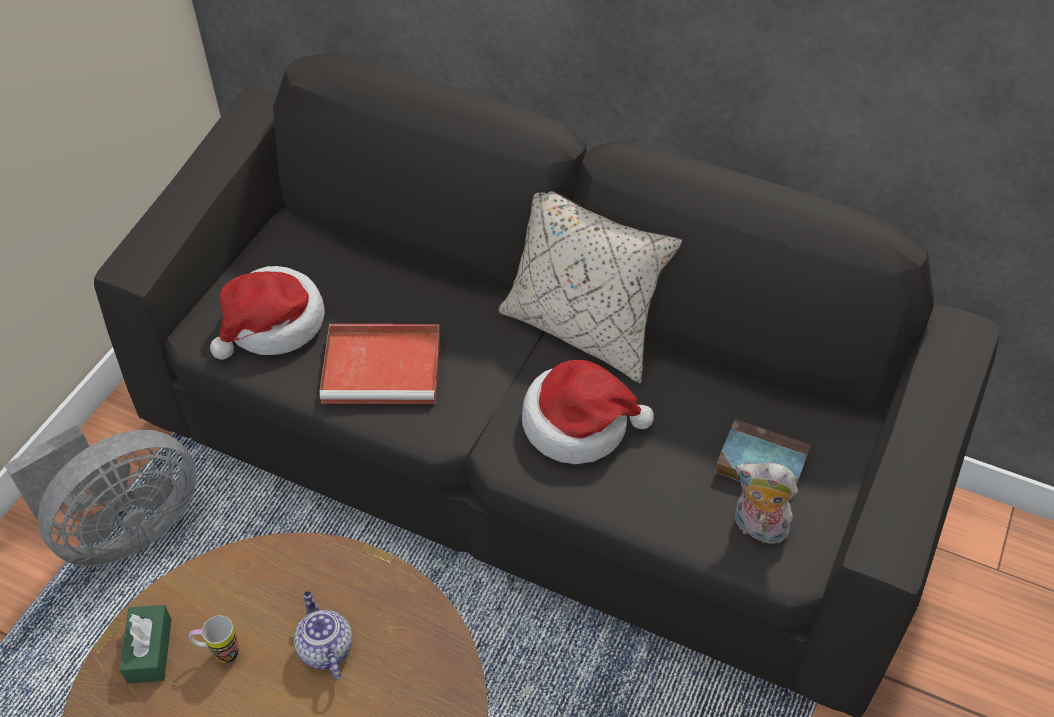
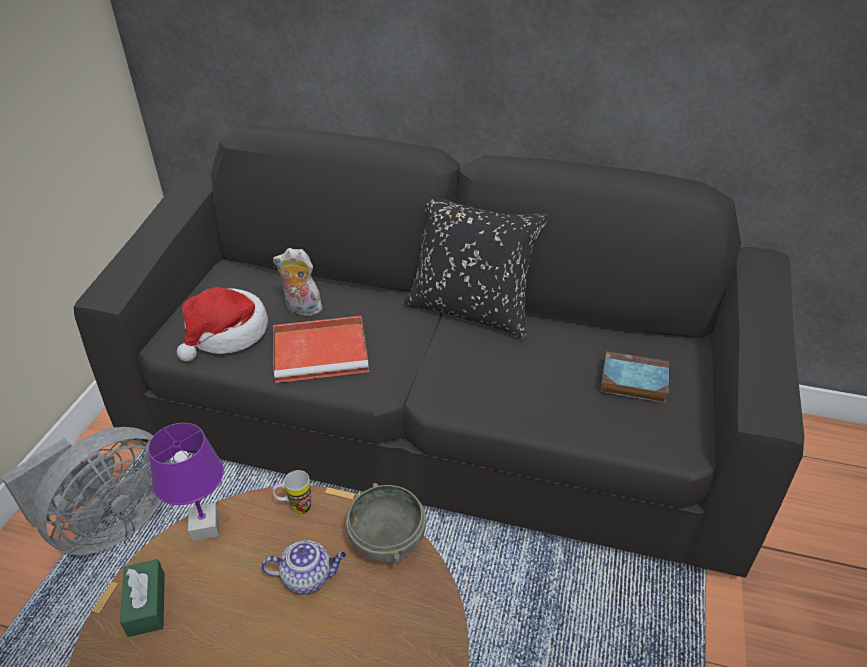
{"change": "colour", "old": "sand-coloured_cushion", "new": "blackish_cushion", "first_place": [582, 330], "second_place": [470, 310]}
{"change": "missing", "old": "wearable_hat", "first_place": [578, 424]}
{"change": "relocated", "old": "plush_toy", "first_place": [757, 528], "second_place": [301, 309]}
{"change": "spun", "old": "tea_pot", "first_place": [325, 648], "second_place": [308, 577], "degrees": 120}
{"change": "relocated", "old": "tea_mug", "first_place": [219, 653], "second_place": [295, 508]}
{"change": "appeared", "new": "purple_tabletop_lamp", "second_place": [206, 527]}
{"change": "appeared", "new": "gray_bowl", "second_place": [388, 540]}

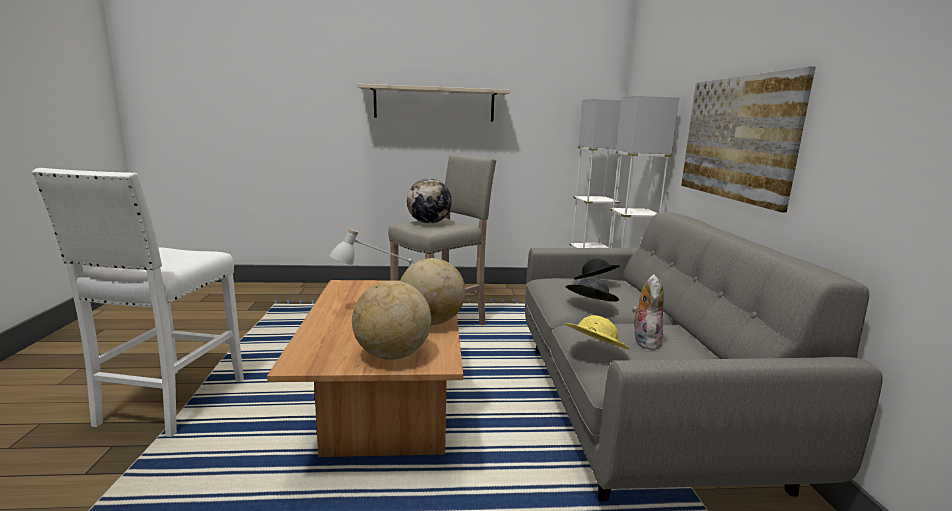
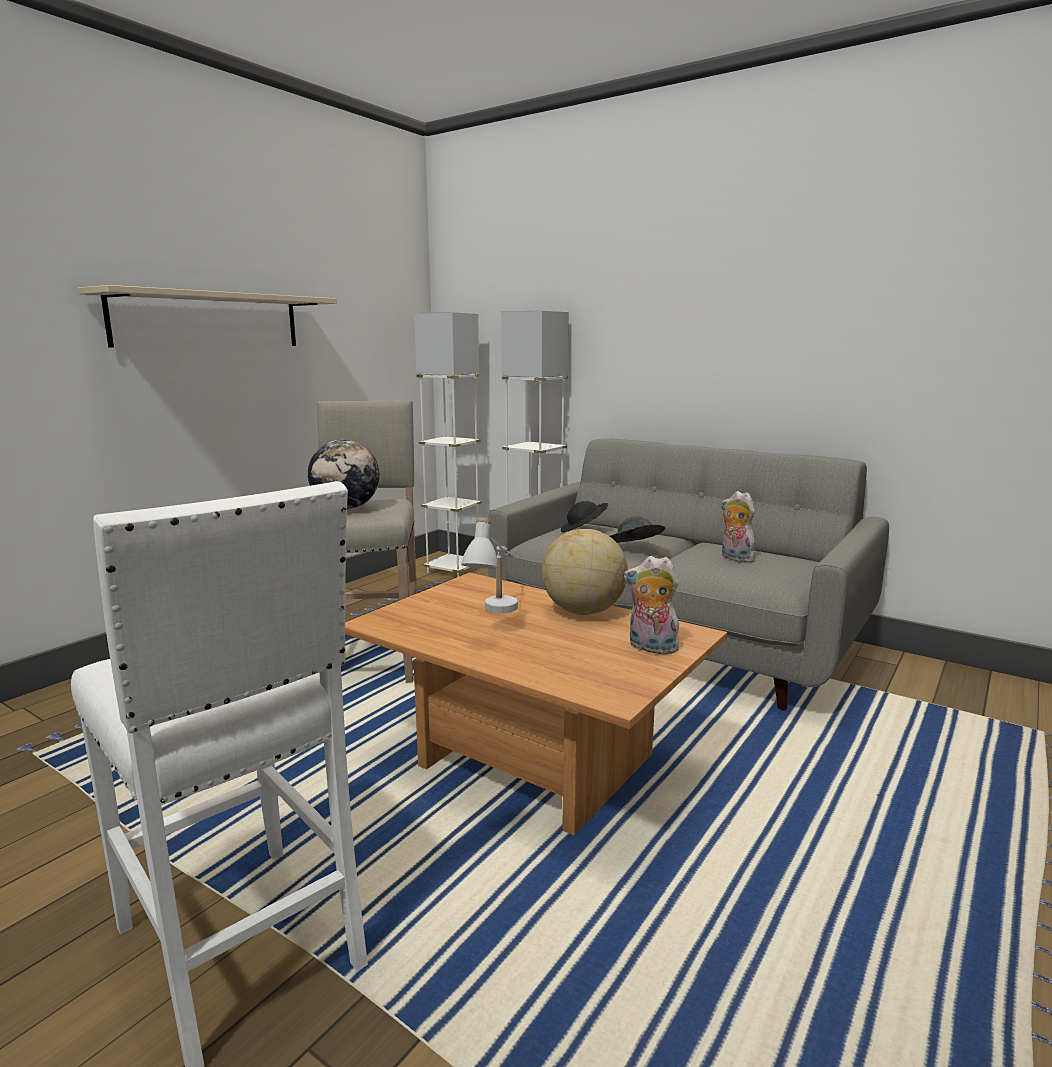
{"change": "missing", "old": "wall_art", "first_place": [737, 138]}
{"change": "exchanged", "old": "world_globe", "new": "plush_toy", "first_place": [392, 355], "second_place": [650, 648]}
{"change": "missing", "old": "yellow_wearable_hat", "first_place": [594, 350]}

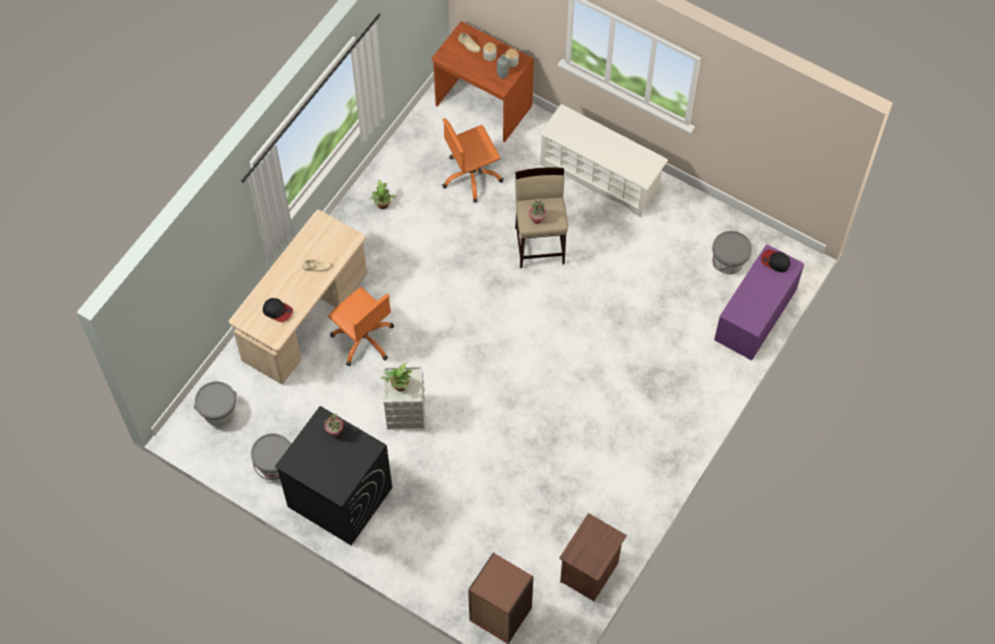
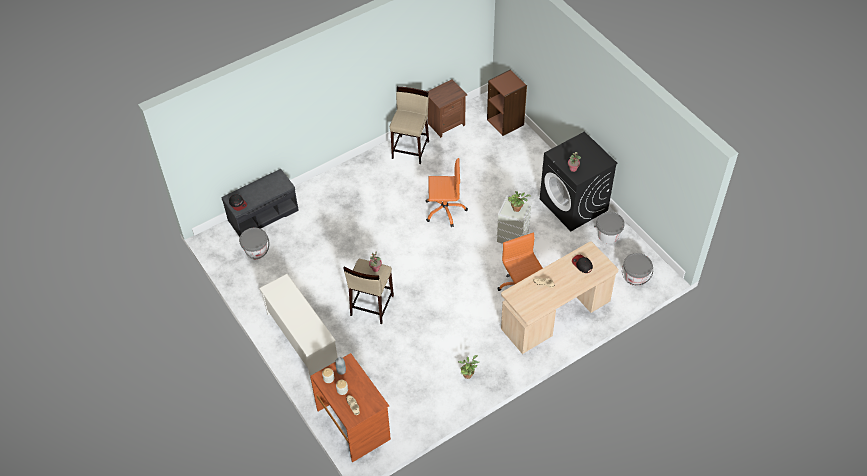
{"change": "relocated", "old": "orangey_office_chair", "first_place": [471, 176], "second_place": [445, 210]}
{"change": "colour", "old": "purple_long_seat", "new": "gray_long_seat", "first_place": [756, 316], "second_place": [263, 214]}
{"change": "appeared", "new": "sand-coloured_stool", "second_place": [411, 149]}

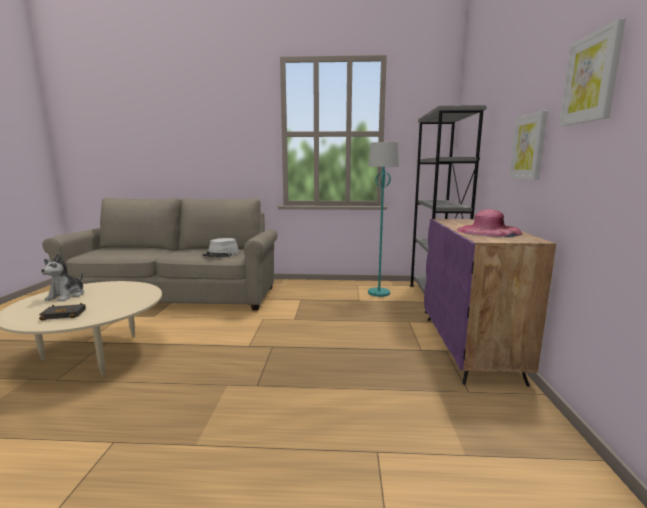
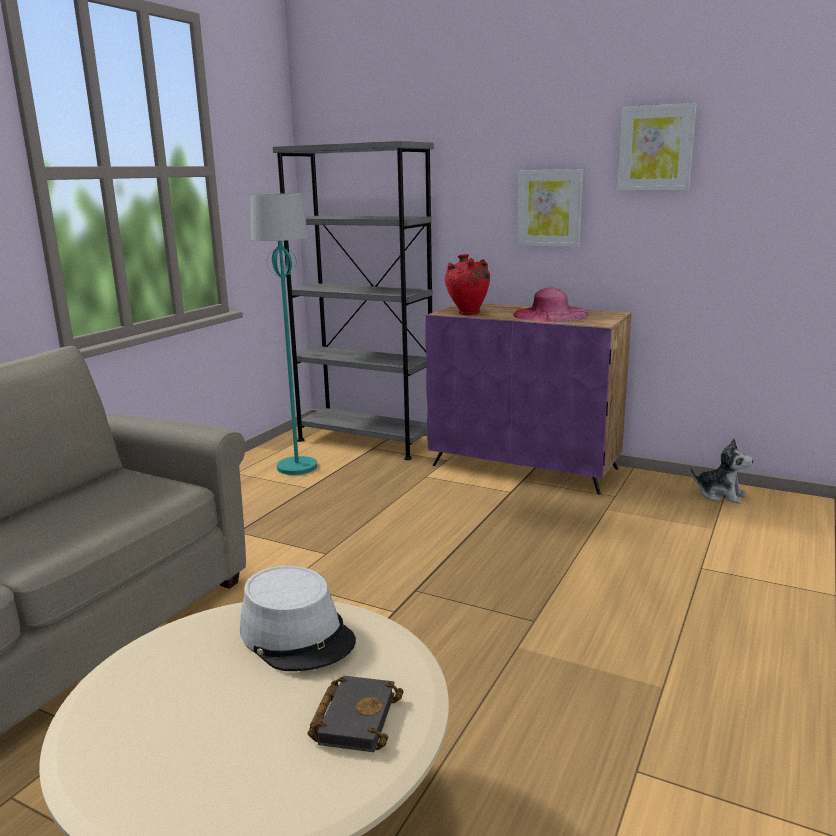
{"change": "relocated", "old": "gray_wearable_hat", "first_place": [221, 254], "second_place": [297, 635]}
{"change": "relocated", "old": "plush_toy", "first_place": [67, 296], "second_place": [720, 495]}
{"change": "appeared", "new": "red_flower_vase", "second_place": [467, 314]}

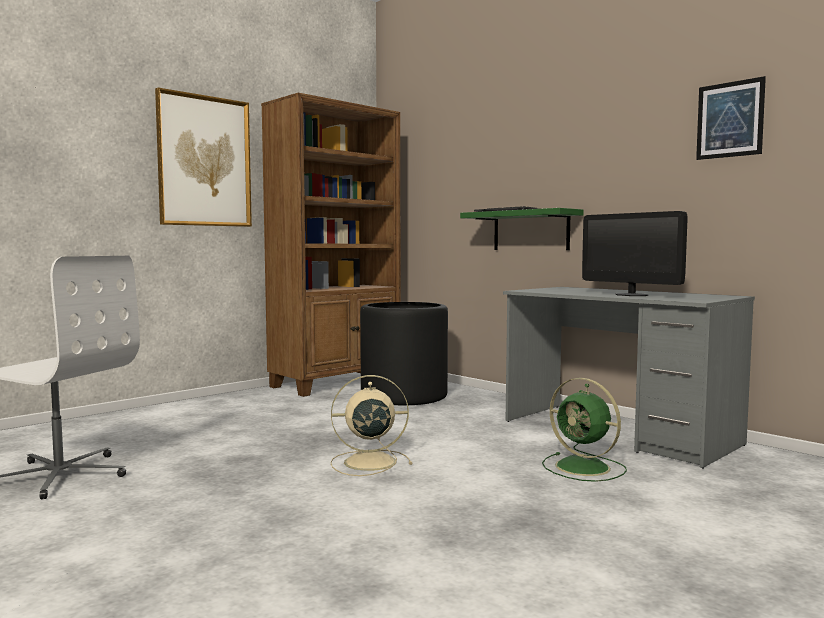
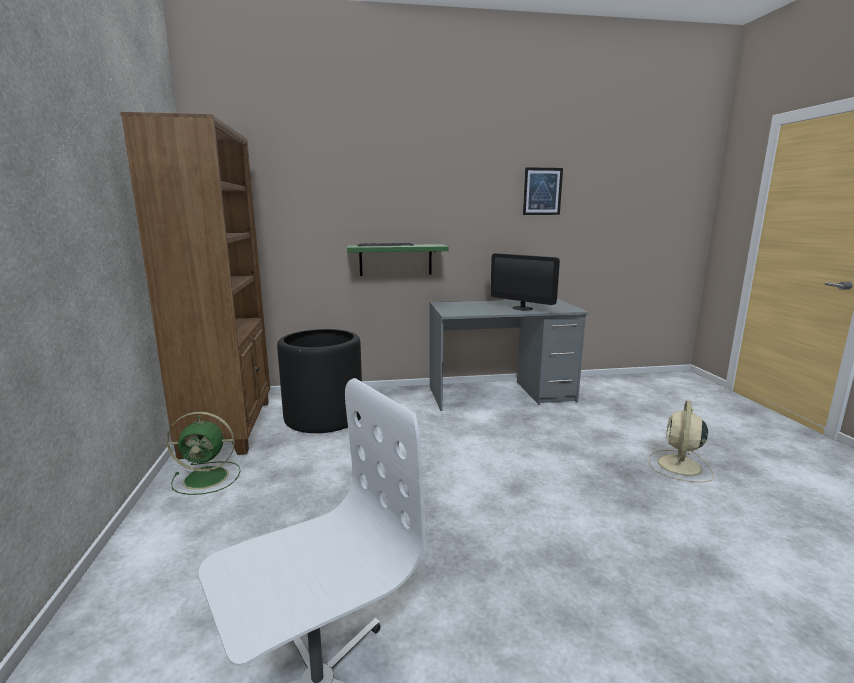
{"change": "missing", "old": "wall_art", "first_place": [204, 161]}
{"change": "spun", "old": "monitor", "first_place": [631, 295], "second_place": [522, 308], "degrees": 45}
{"change": "relocated", "old": "sand-coloured_electric_fan", "first_place": [367, 462], "second_place": [679, 466]}
{"change": "relocated", "old": "greenish_electric_fan", "first_place": [584, 468], "second_place": [208, 478]}

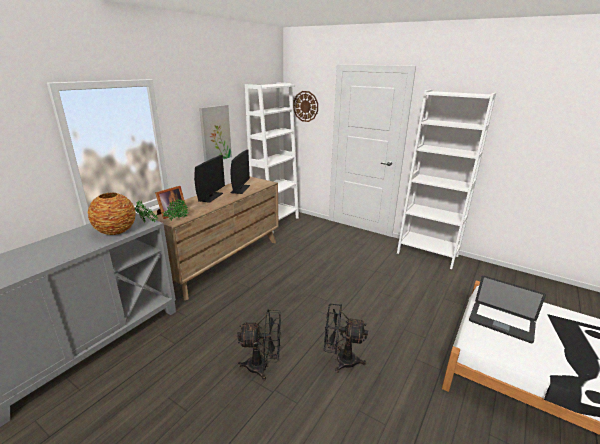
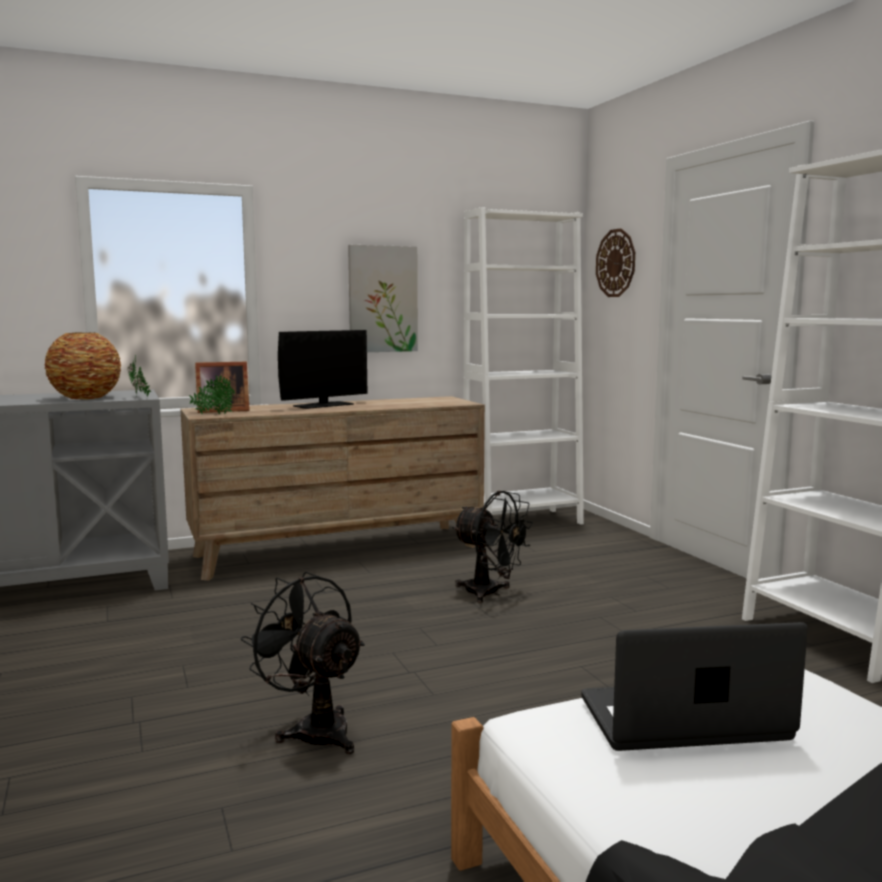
{"change": "missing", "old": "monitor", "first_place": [240, 189]}
{"change": "spun", "old": "laptop", "first_place": [501, 322], "second_place": [683, 719], "degrees": 105}
{"change": "relocated", "old": "blackish_electric_fan", "first_place": [263, 366], "second_place": [490, 593]}

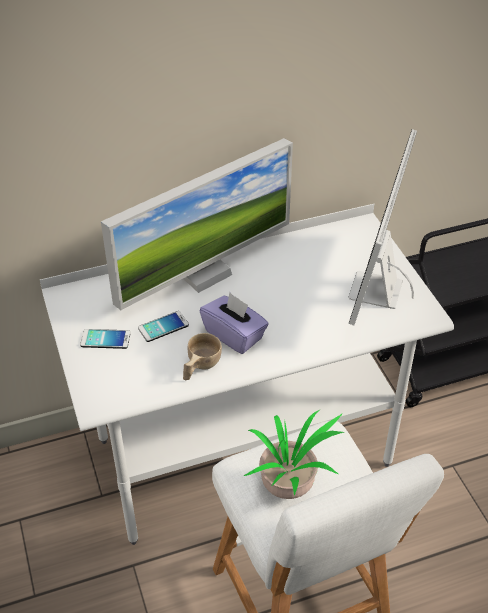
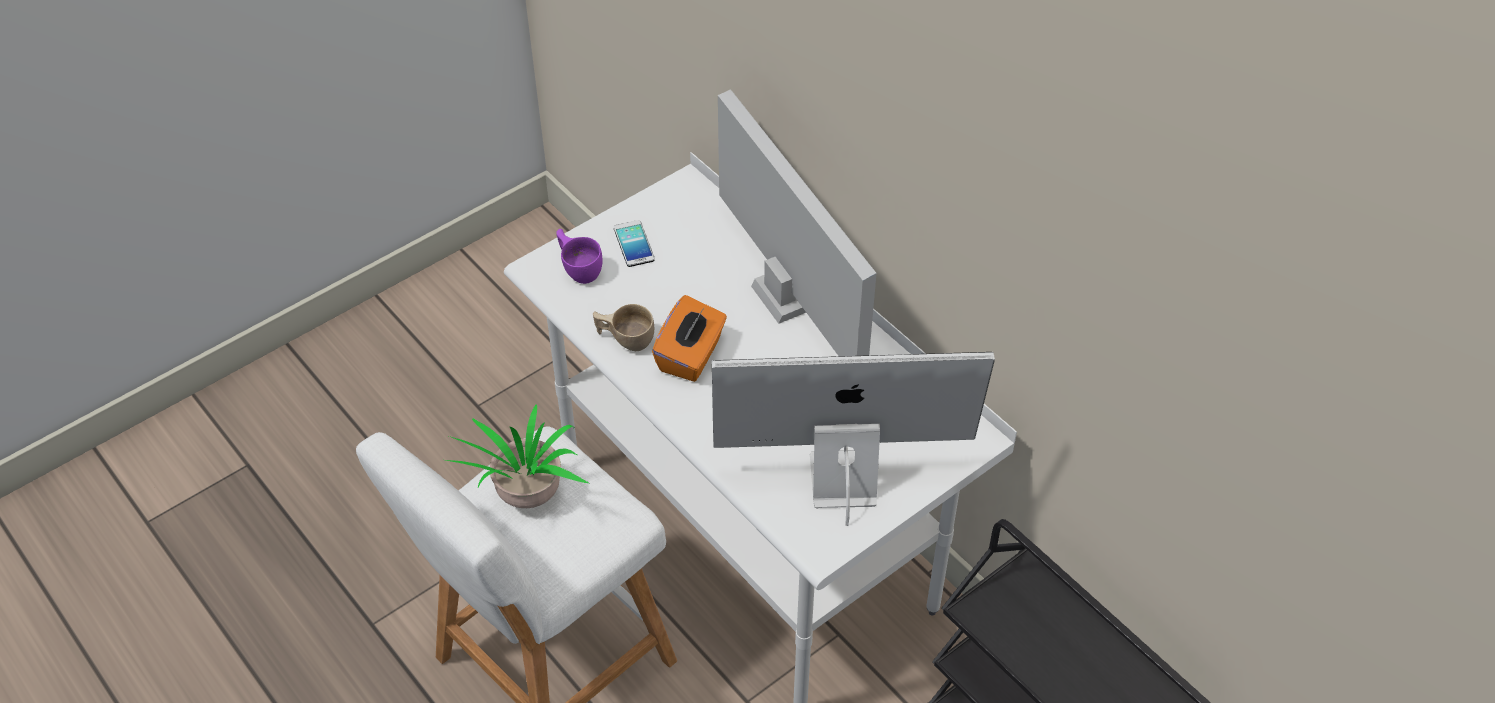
{"change": "spun", "old": "monitor", "first_place": [204, 274], "second_place": [786, 296], "degrees": -150}
{"change": "colour", "old": "purple_box_of_tissues", "new": "orangey_box_of_tissues", "first_place": [234, 335], "second_place": [691, 356]}
{"change": "missing", "old": "phone", "first_place": [163, 327]}
{"change": "appeared", "new": "purple_drinking_cup", "second_place": [579, 268]}

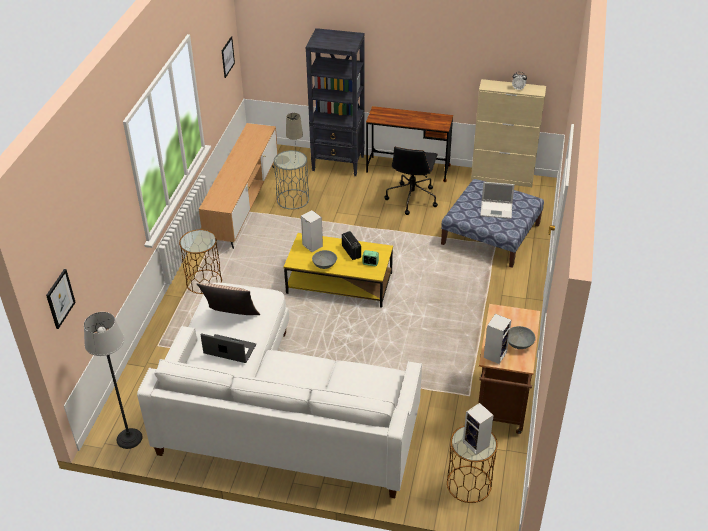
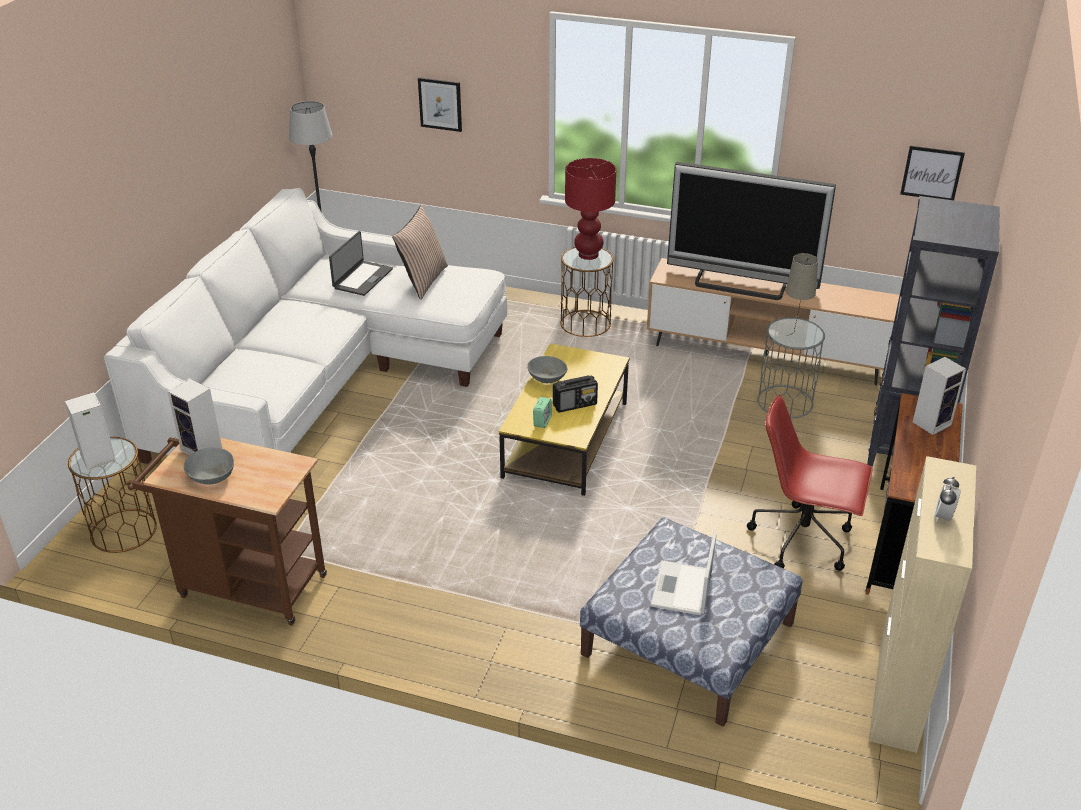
{"change": "colour", "old": "blackish_office_chair", "new": "red_office_chair", "first_place": [412, 198], "second_place": [803, 540]}
{"change": "relocated", "old": "loudspeaker", "first_place": [311, 245], "second_place": [932, 422]}
{"change": "relocated", "old": "wall_art", "first_place": [60, 298], "second_place": [440, 104]}
{"change": "appeared", "new": "red_tabletop_lamp", "second_place": [588, 255]}
{"change": "appeared", "new": "TV", "second_place": [740, 284]}

